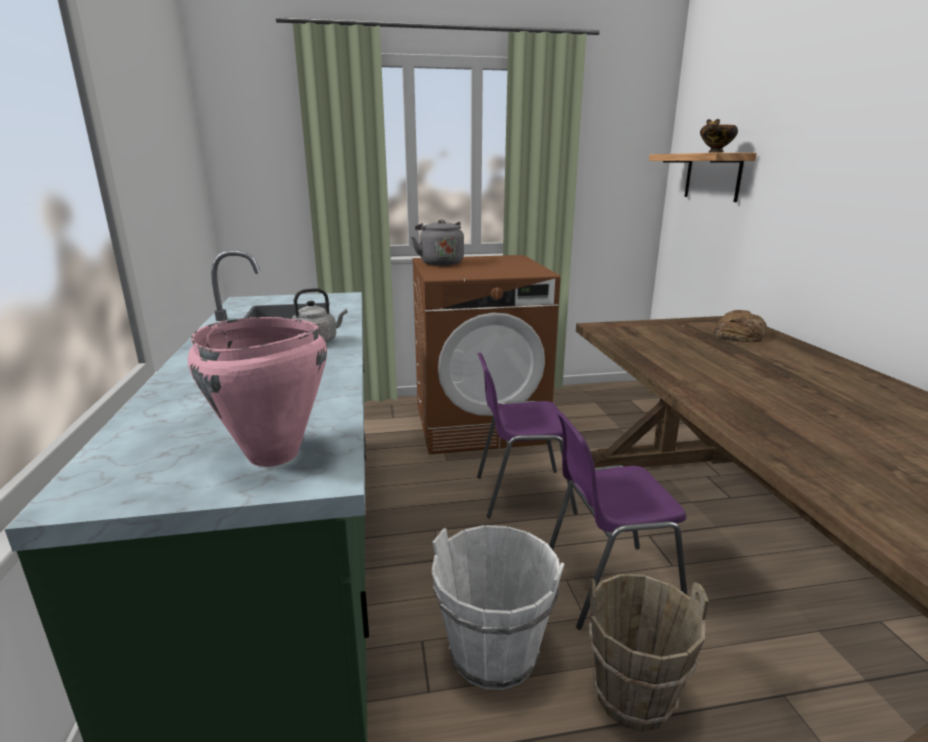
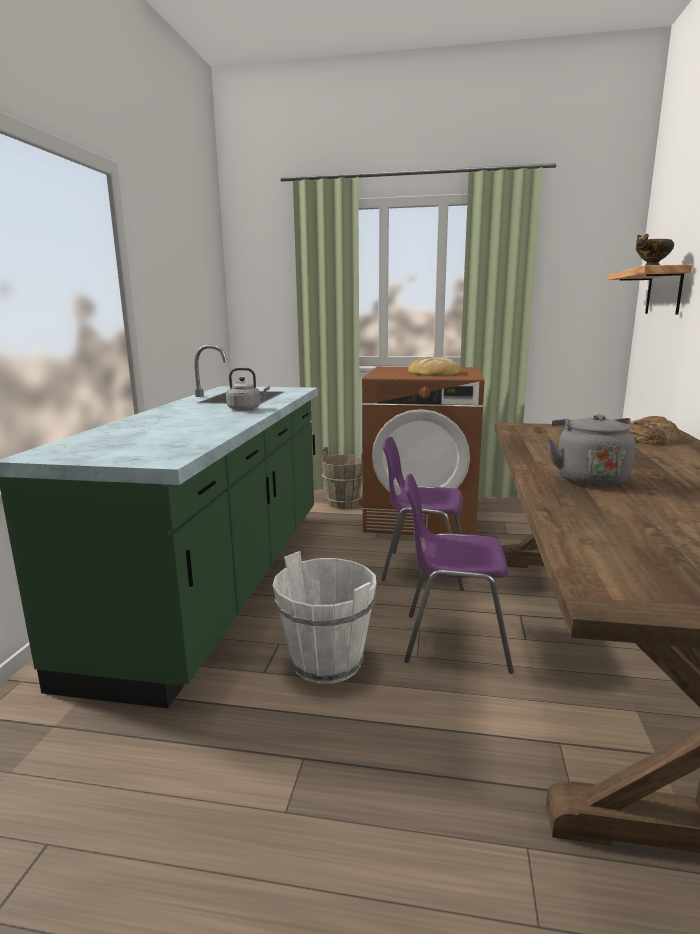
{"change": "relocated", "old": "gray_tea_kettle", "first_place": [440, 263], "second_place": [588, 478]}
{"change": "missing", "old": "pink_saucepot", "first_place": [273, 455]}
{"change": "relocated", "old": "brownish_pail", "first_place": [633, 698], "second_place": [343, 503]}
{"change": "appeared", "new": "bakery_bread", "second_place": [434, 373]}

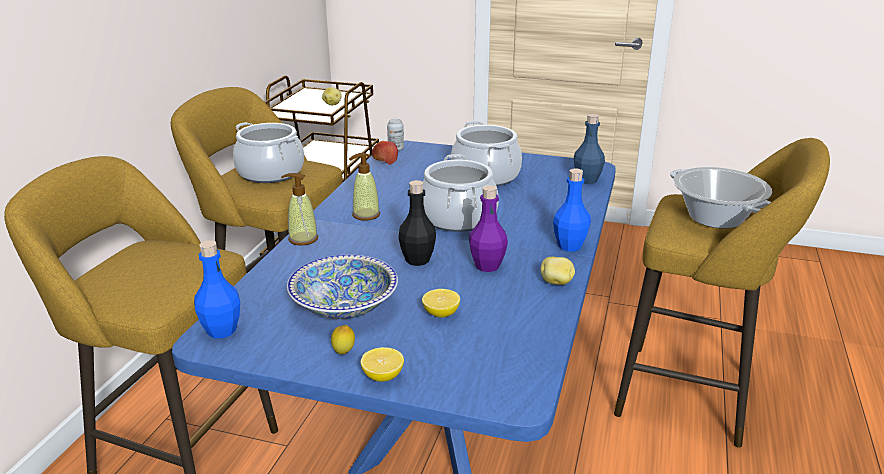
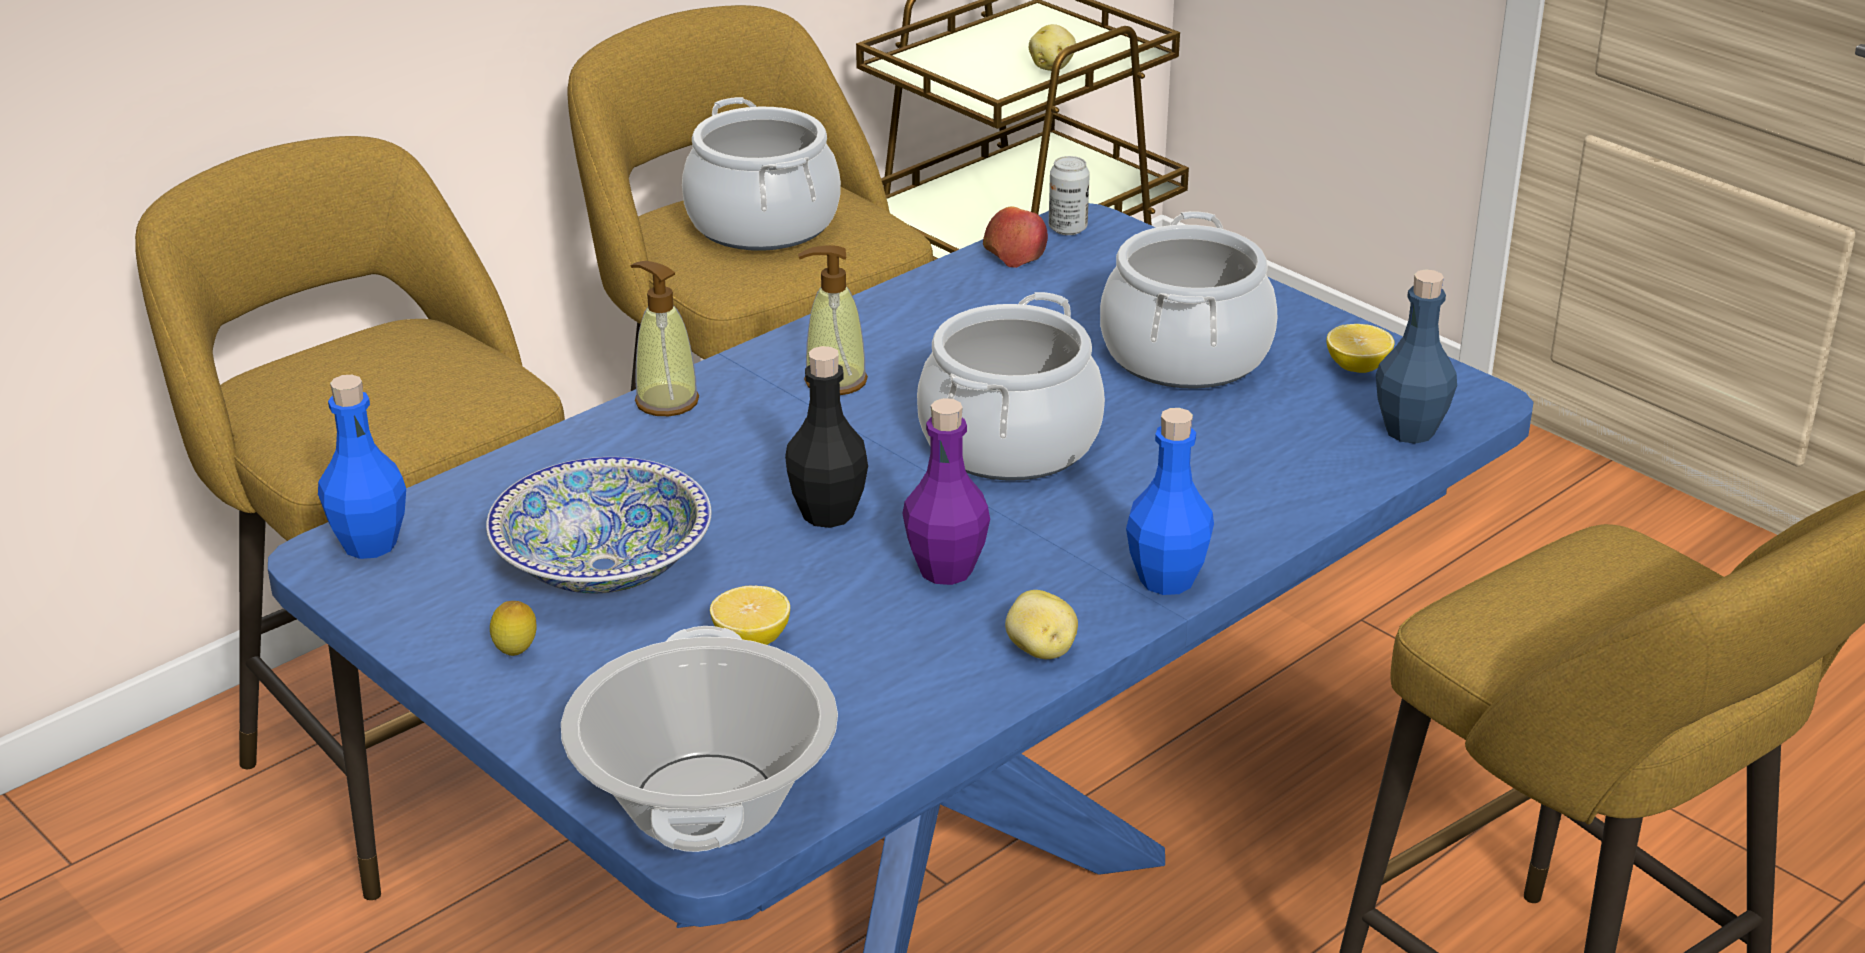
{"change": "relocated", "old": "saucepot", "first_place": [716, 217], "second_place": [706, 802]}
{"change": "relocated", "old": "whole_lemon", "first_place": [383, 376], "second_place": [1357, 367]}

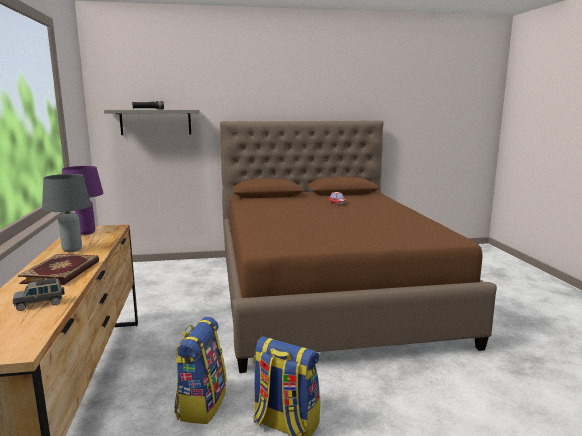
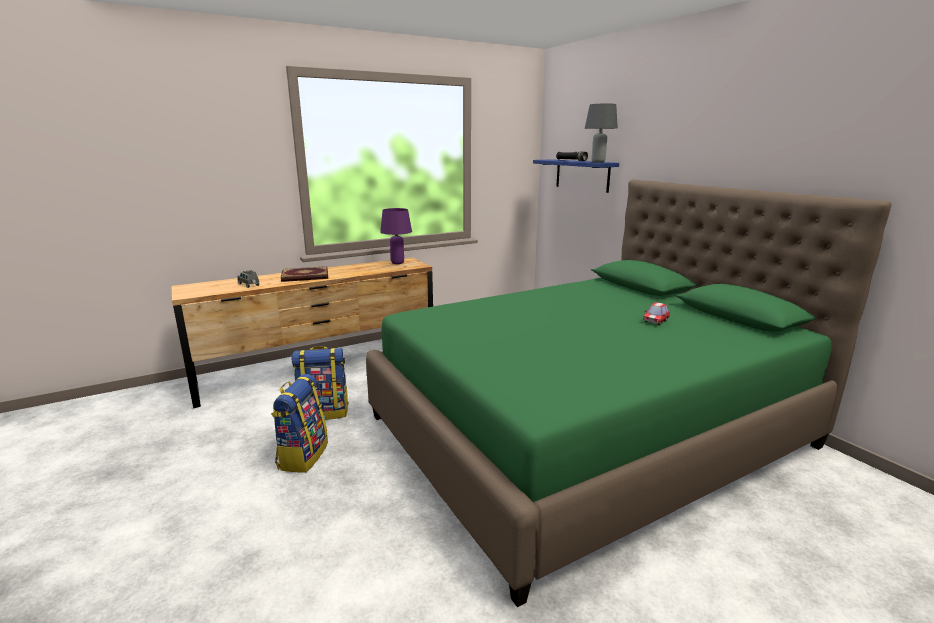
{"change": "colour", "old": "gray_bracket_shelf", "new": "blue-coloured_bracket_shelf", "first_place": [155, 122], "second_place": [582, 175]}
{"change": "colour", "old": "brownish_bedroom_bed", "new": "greenish_bedroom_bed", "first_place": [326, 293], "second_place": [587, 431]}
{"change": "relocated", "old": "gray_tabletop_lamp", "first_place": [72, 250], "second_place": [598, 162]}

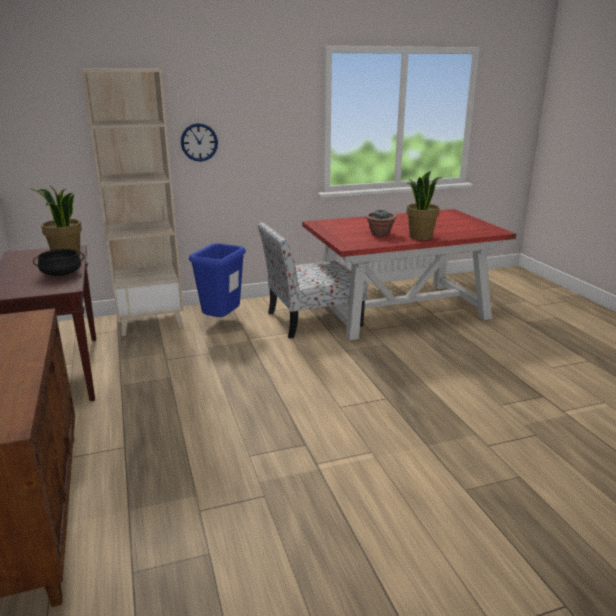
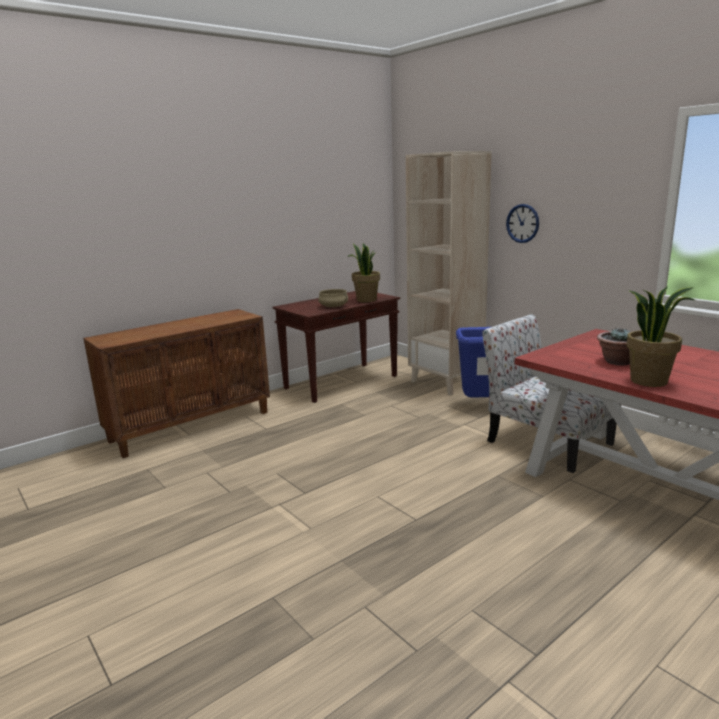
{"change": "colour", "old": "blackish_saucepot", "new": "sand-coloured_saucepot", "first_place": [61, 273], "second_place": [334, 306]}

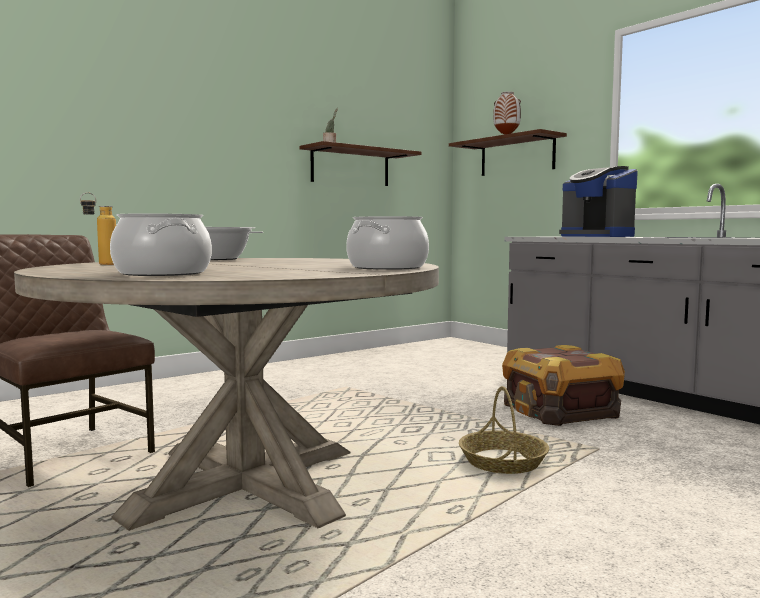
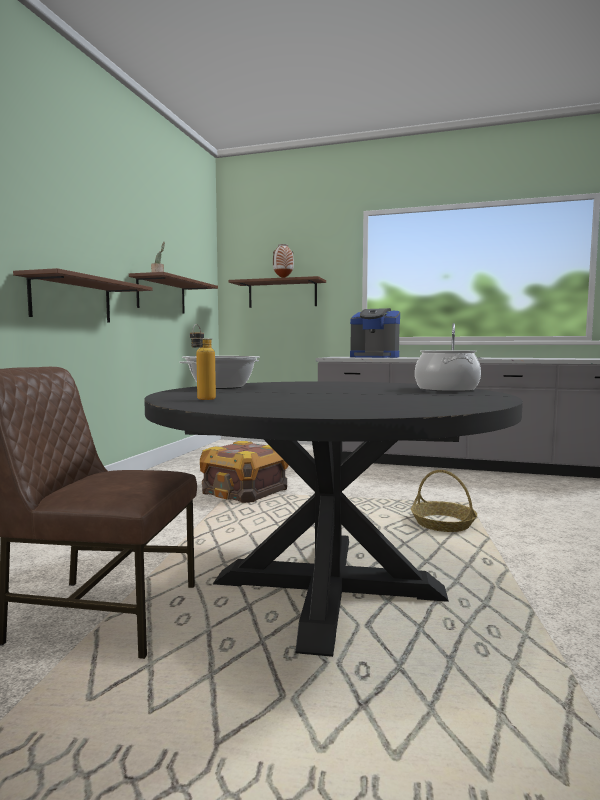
{"change": "missing", "old": "saucepot", "first_place": [162, 273]}
{"change": "colour", "old": "sand-coloured_dinner_table", "new": "blackish_dinner_table", "first_place": [246, 483], "second_place": [328, 587]}
{"change": "relocated", "old": "packing_crate", "first_place": [561, 411], "second_place": [245, 491]}
{"change": "appeared", "new": "brownish_bracket_shelf", "second_place": [72, 300]}

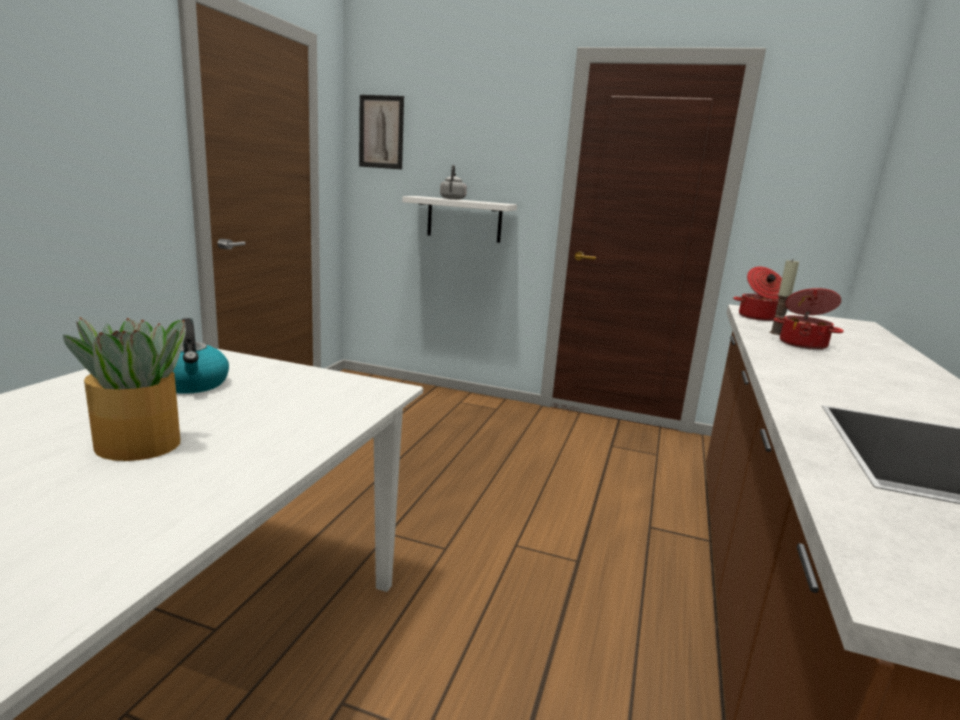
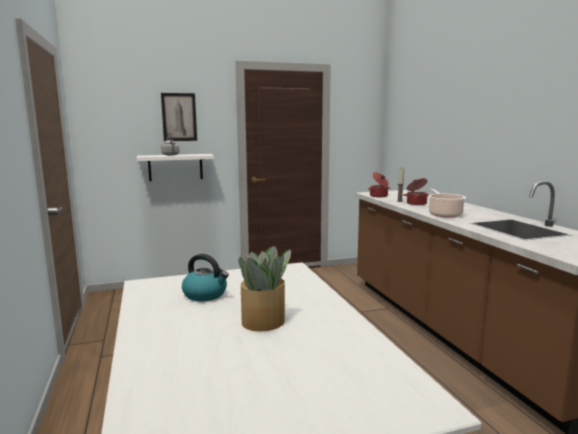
{"change": "relocated", "old": "wall_art", "first_place": [381, 132], "second_place": [179, 117]}
{"change": "appeared", "new": "saucepot", "second_place": [444, 214]}

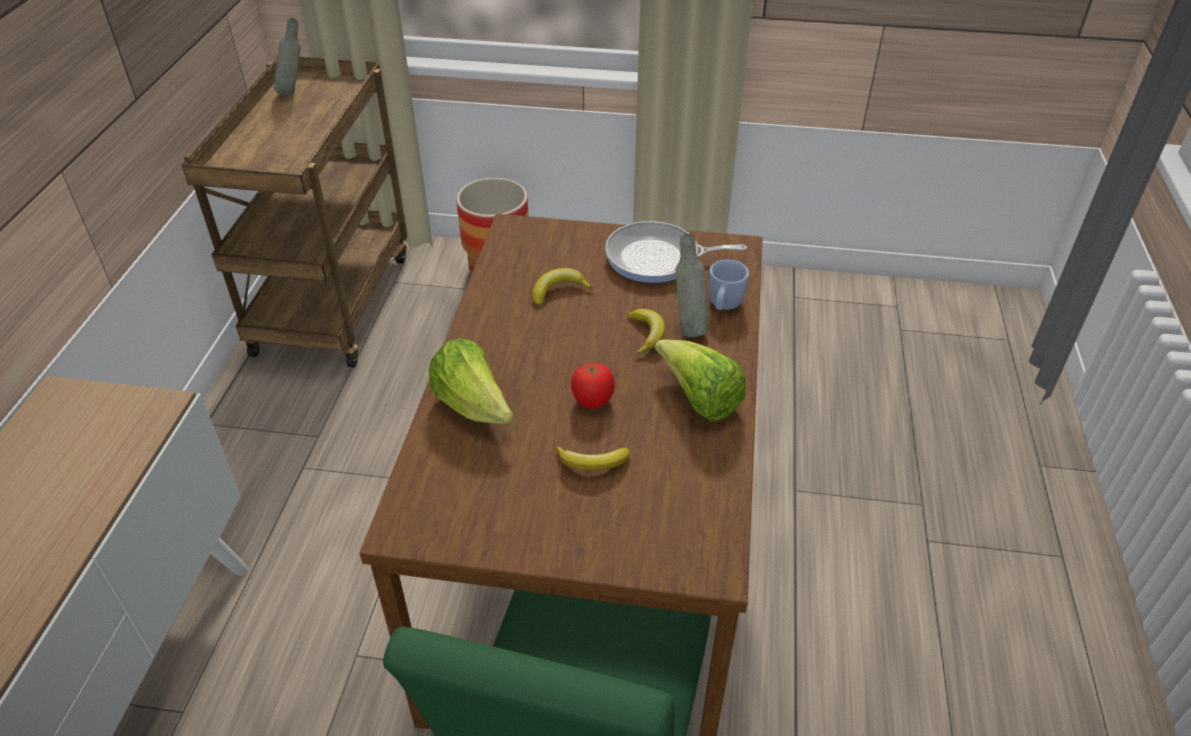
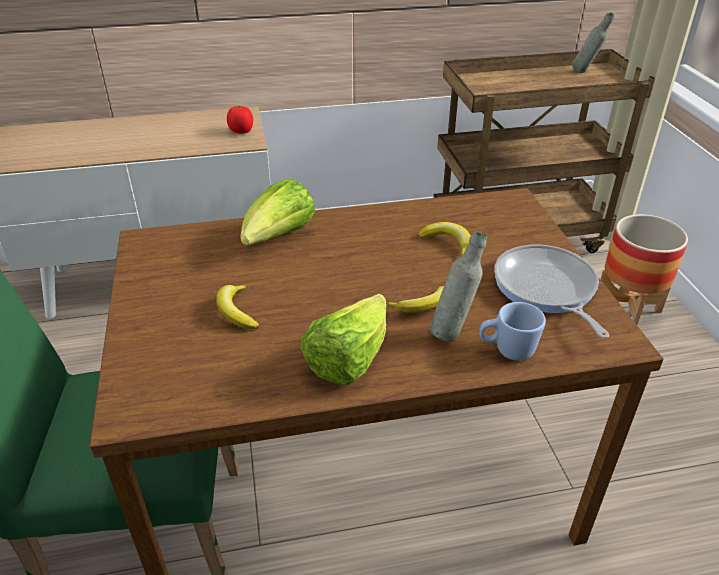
{"change": "relocated", "old": "fresh_tomato", "first_place": [593, 400], "second_place": [241, 131]}

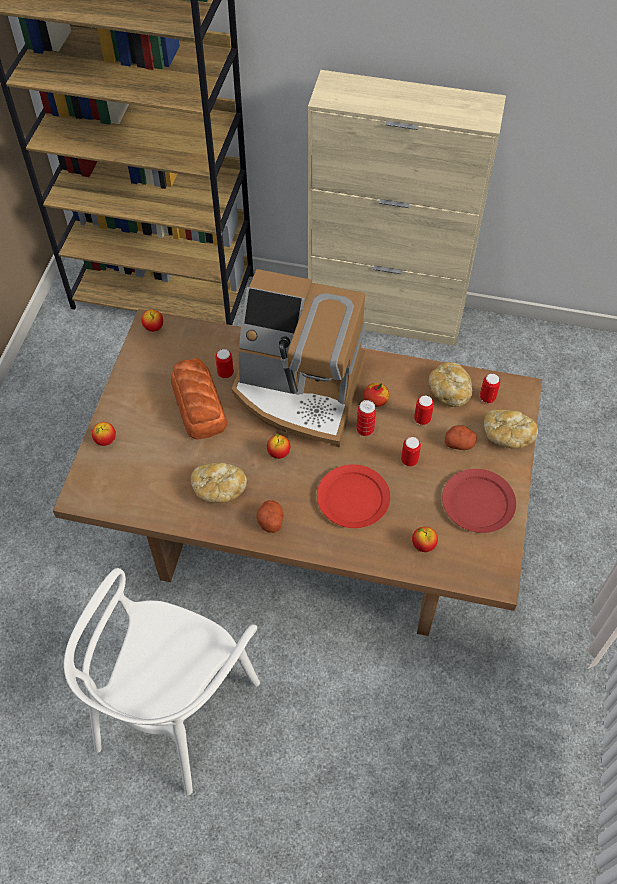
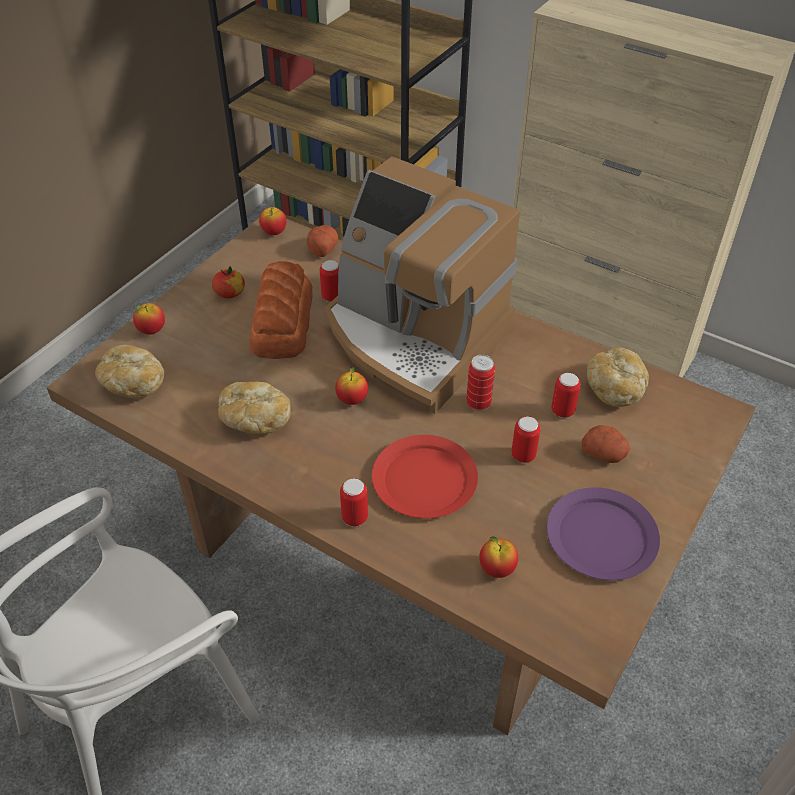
{"change": "relocated", "old": "can", "first_place": [487, 397], "second_place": [355, 518]}
{"change": "relocated", "old": "apple_fruit", "first_place": [375, 400], "second_place": [229, 293]}
{"change": "relocated", "old": "bakery_bread", "first_place": [506, 435], "second_place": [133, 383]}
{"change": "colour", "old": "red_dinner_plate", "new": "purple_dinner_plate", "first_place": [478, 503], "second_place": [602, 537]}
{"change": "relocated", "old": "potato", "first_place": [270, 520], "second_place": [322, 249]}

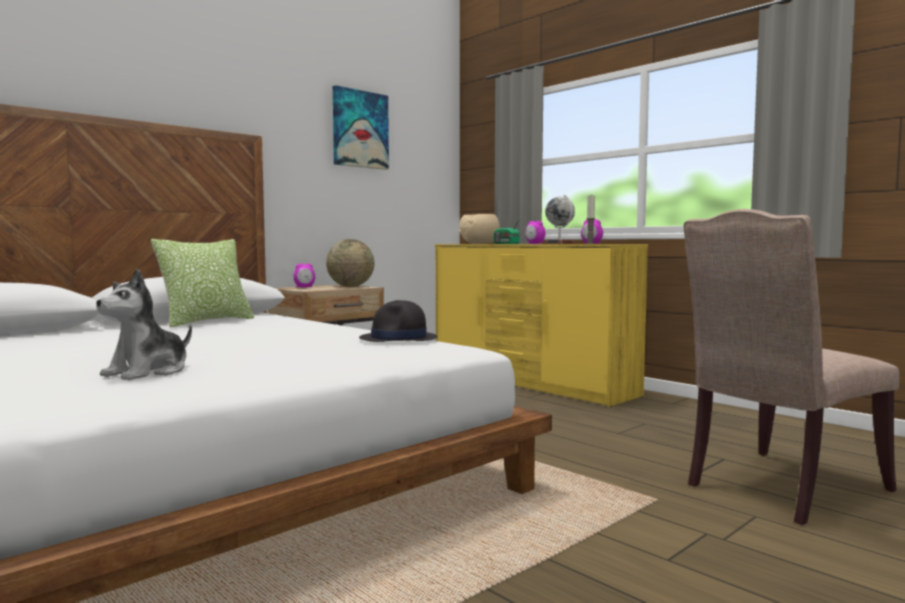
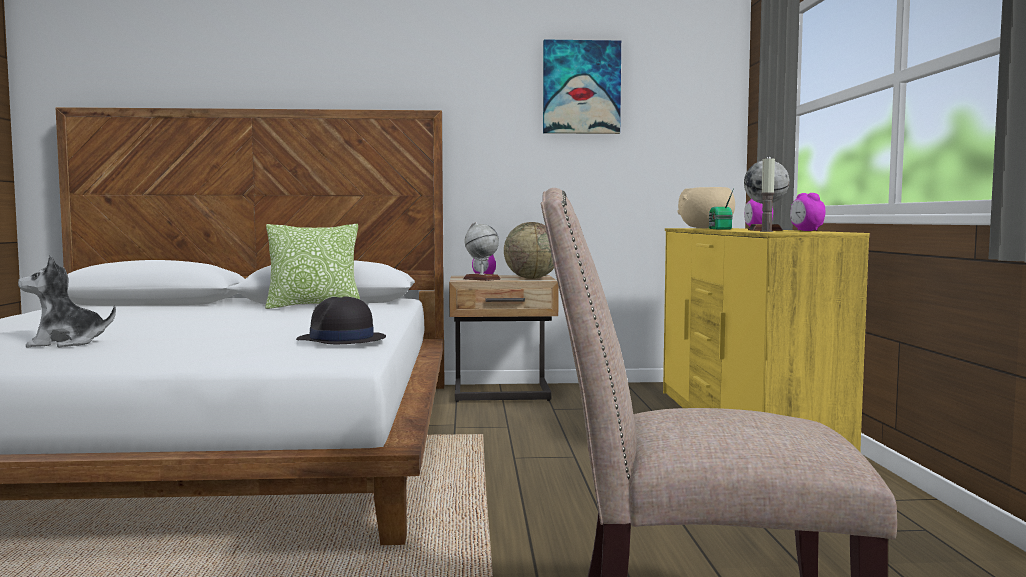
{"change": "appeared", "new": "world_globe", "second_place": [481, 279]}

